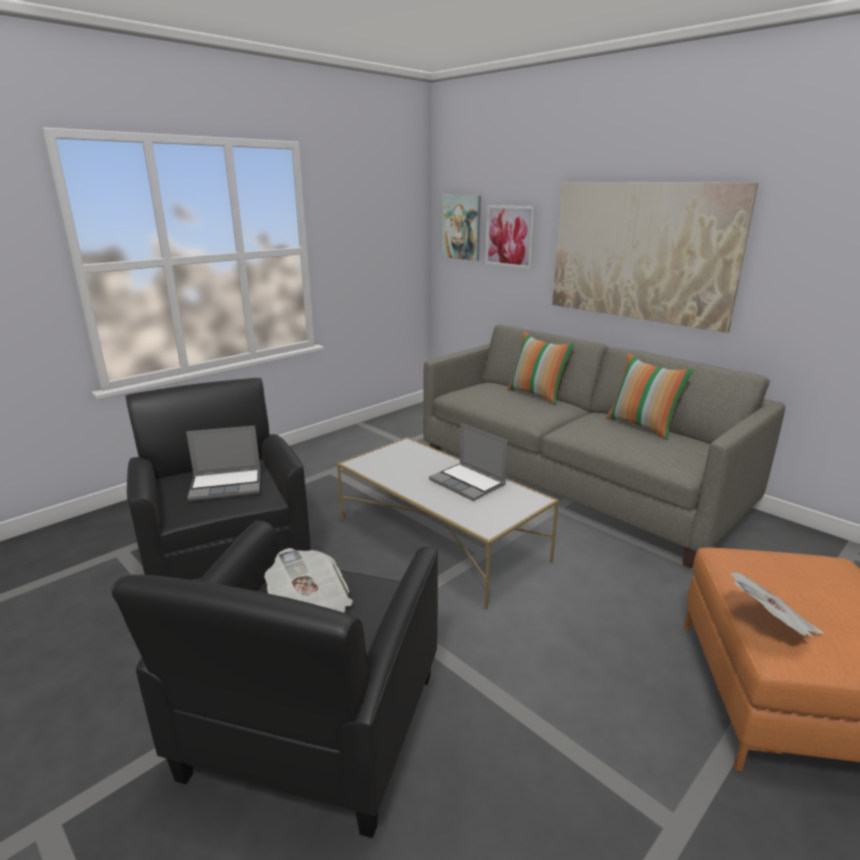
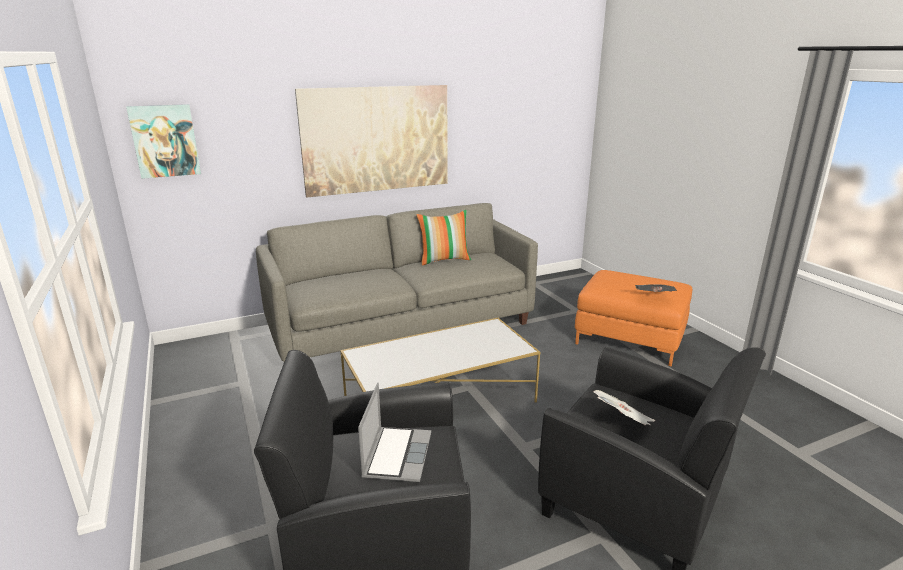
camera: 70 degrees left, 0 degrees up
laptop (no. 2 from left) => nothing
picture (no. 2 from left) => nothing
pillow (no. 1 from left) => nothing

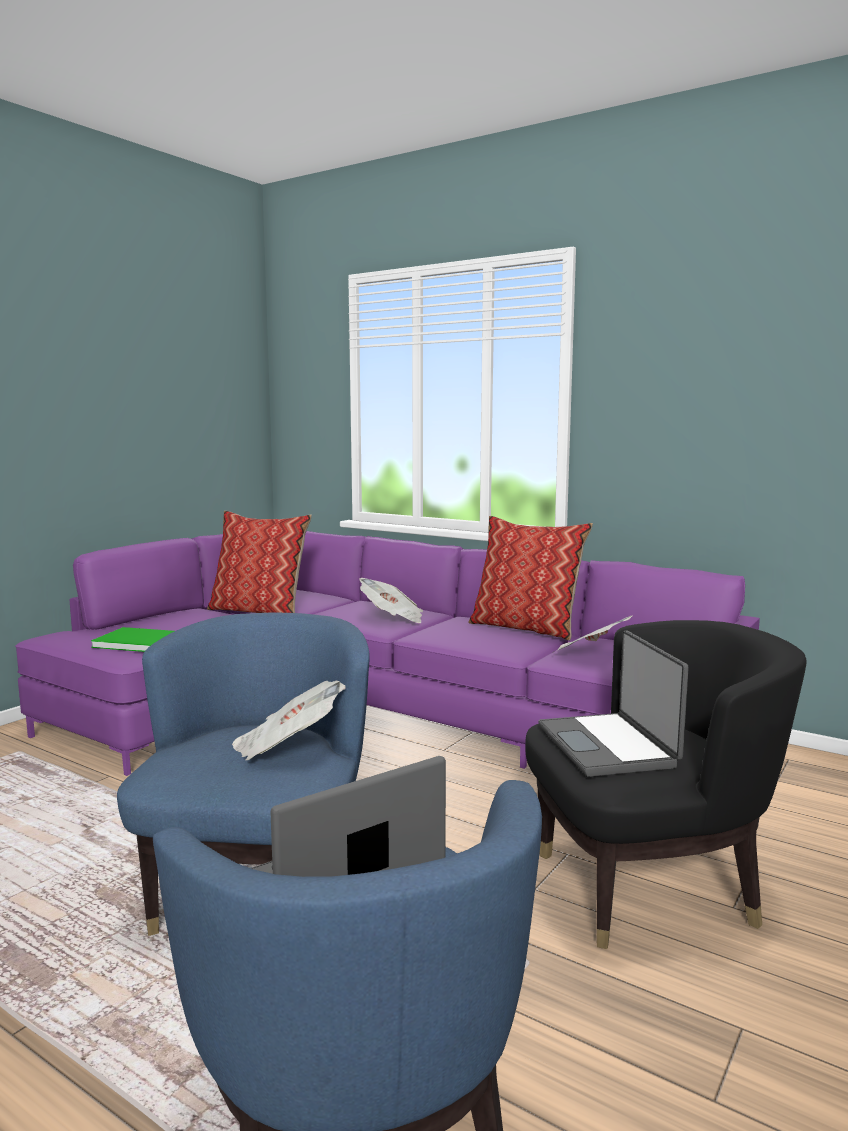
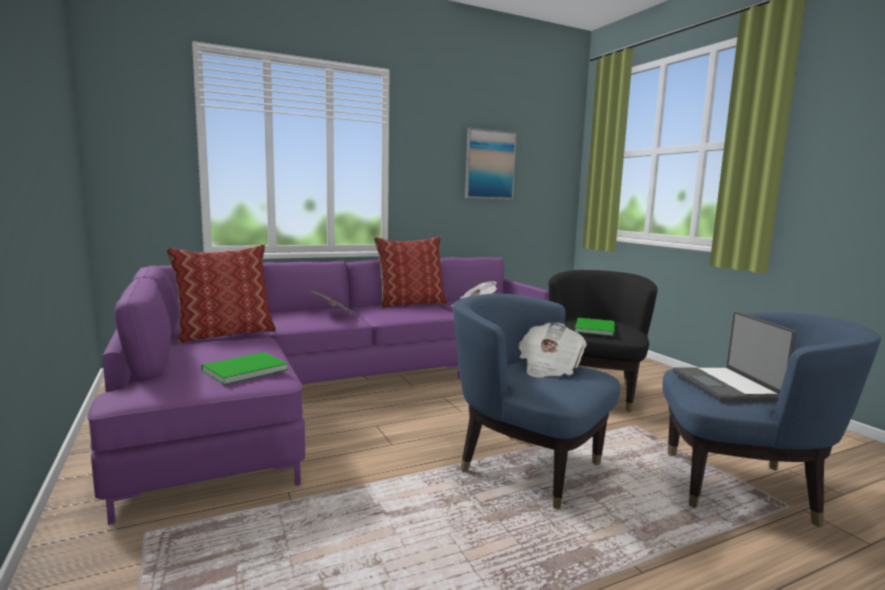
camera: 60 degrees left, 0 degrees up
laptop (no. 2 from left) => book (green) (no. 2 from left)
nothing => picture

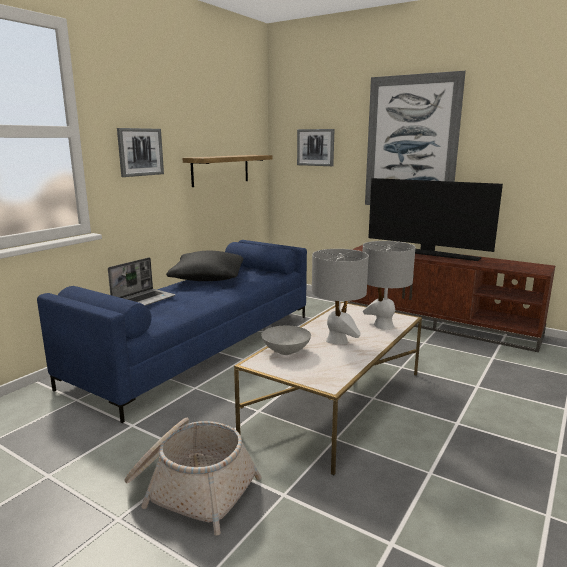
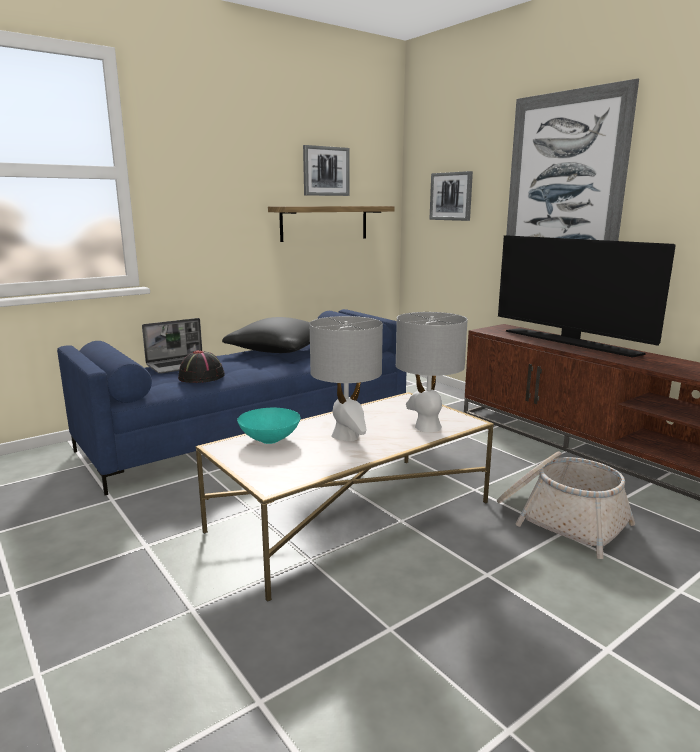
camera: 20 degrees right, 0 degrees up
picture (no. 1 from left), shifted
basket, shifted
bowl (grey) => bowl (turquoise)
nothing => hat (black)

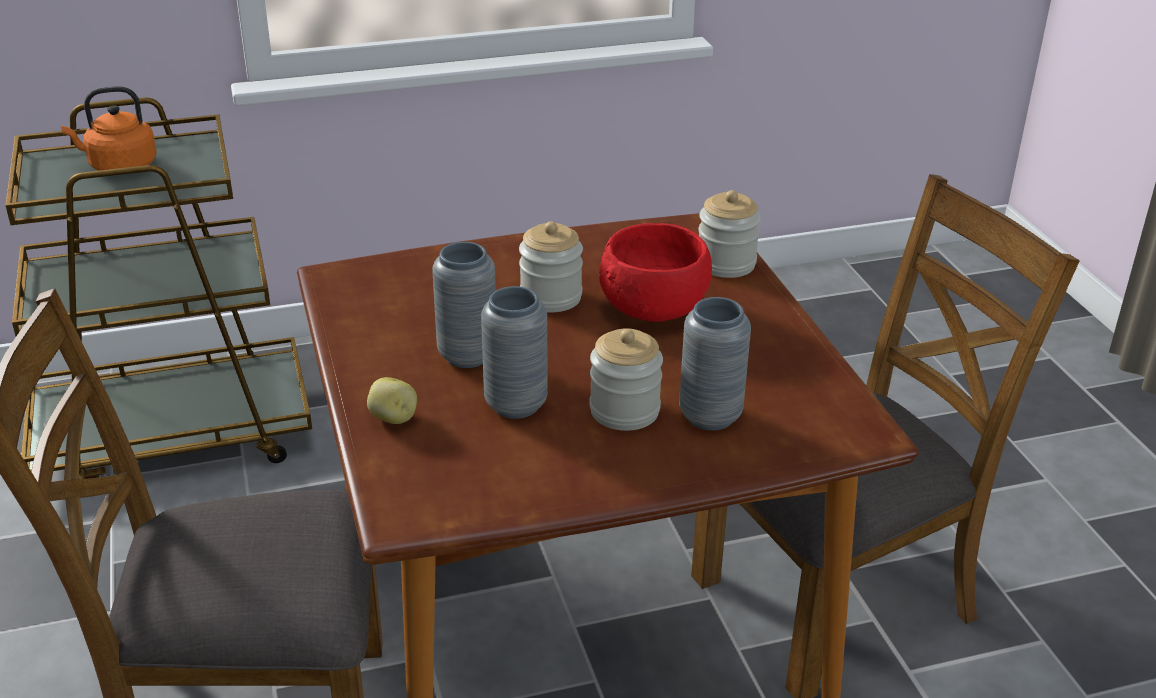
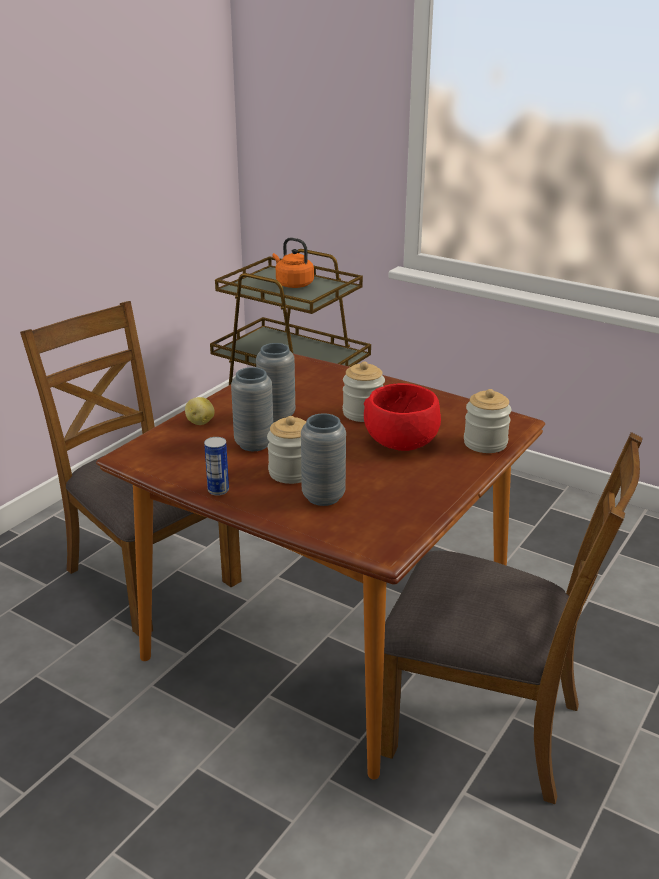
camera: 50 degrees right, 5 degrees down
nothing => can

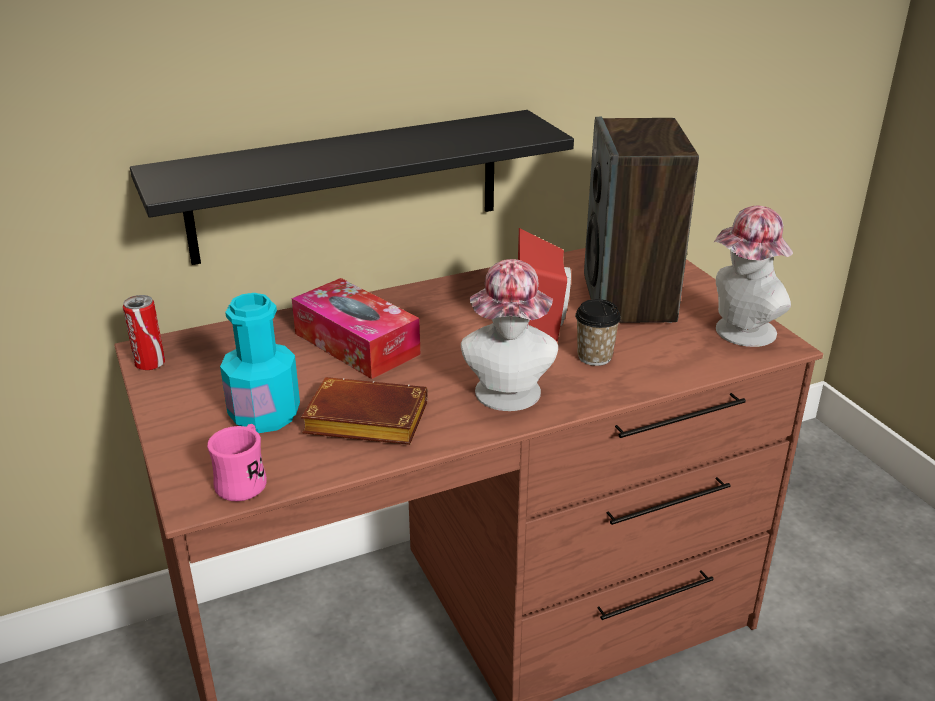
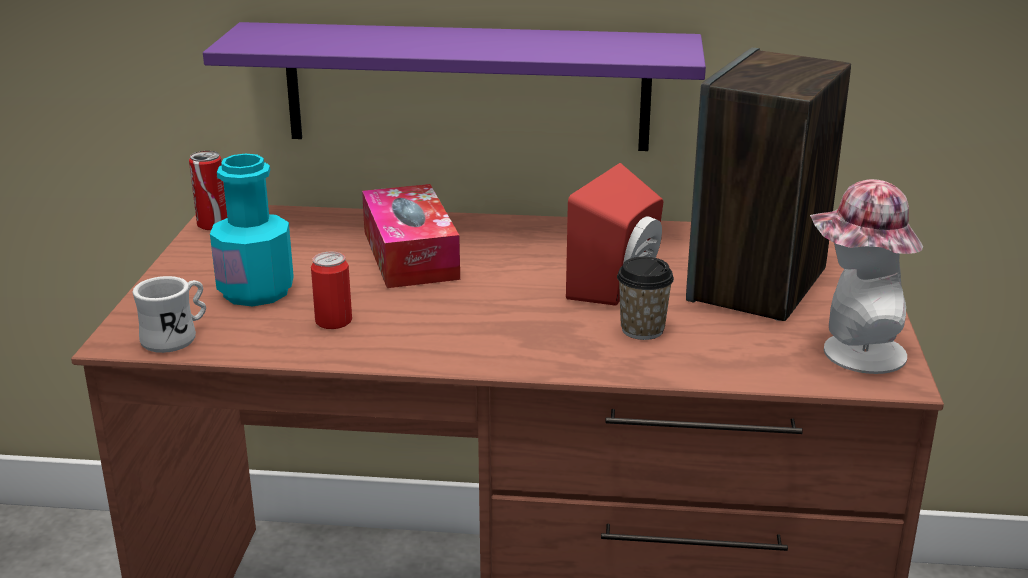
camera: 30 degrees right, 5 degrees down
shelf (black) => shelf (purple)
mug (pink) => mug (white)
book (brown) => can (no. 2 from left)
hat (no. 1 from left) => nothing

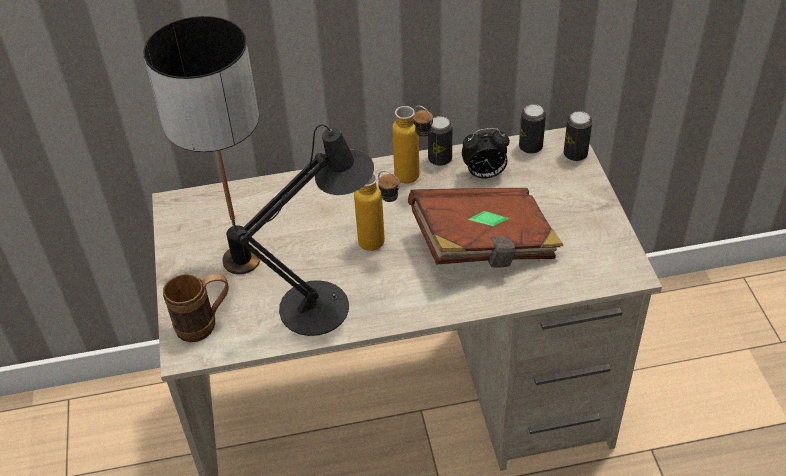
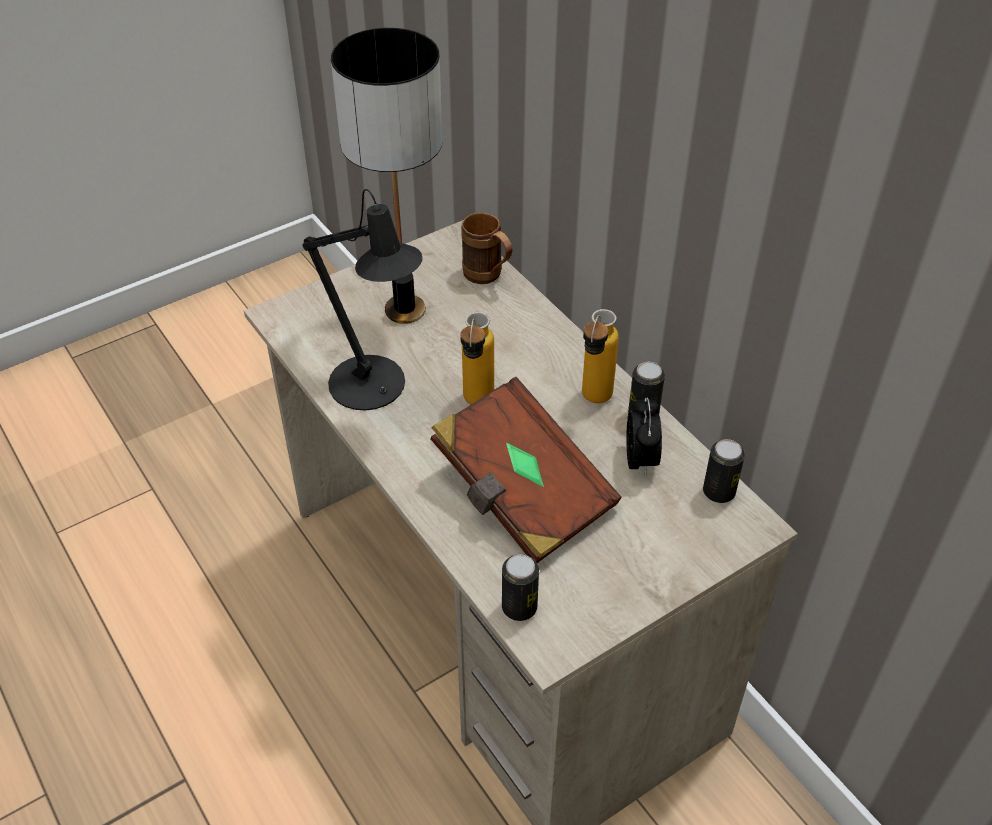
camera: 65 degrees right, 0 degrees up
mug (brown), shifted
alarm clock, 150 degrees counterclockwise
can (no. 3 from left in the first image) => can (no. 1 from left), shifted

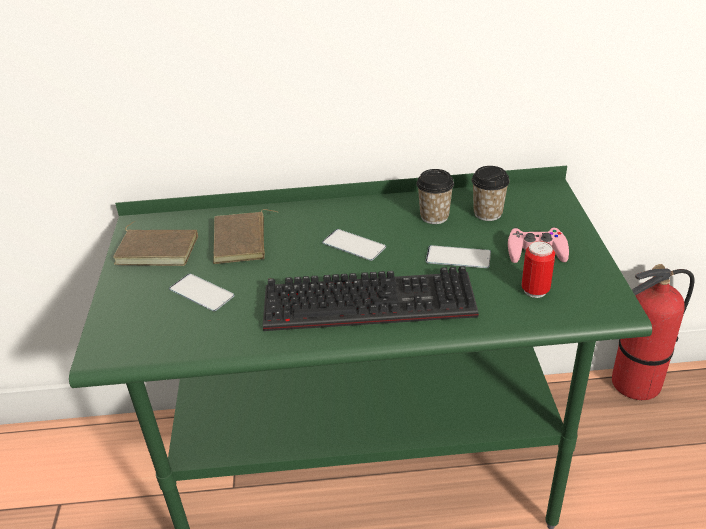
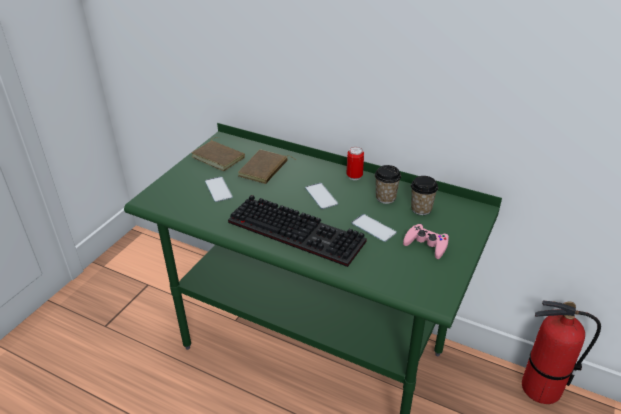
camera: 30 degrees right, 0 degrees up
can, shifted

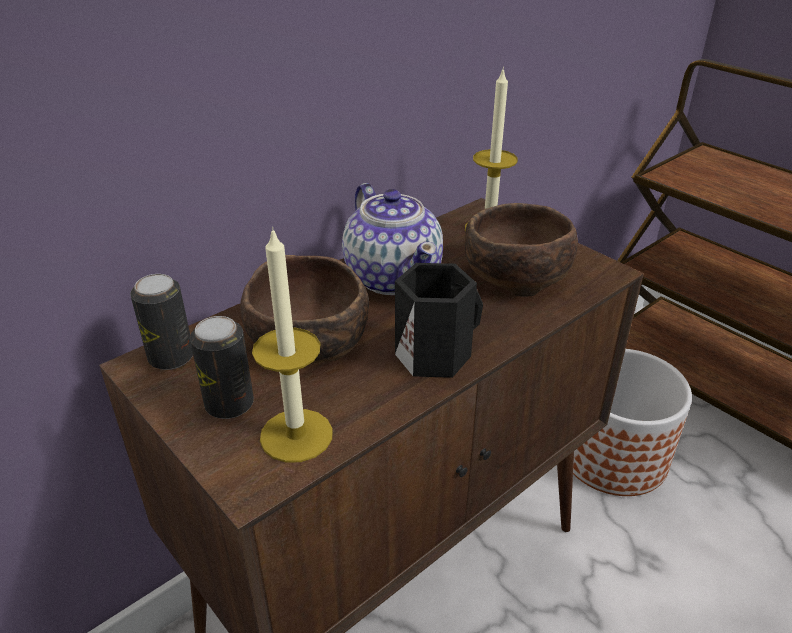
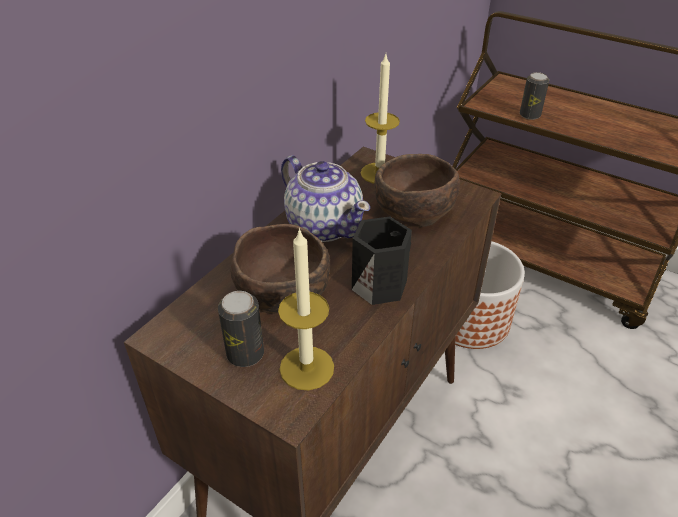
camera: 15 degrees left, 5 degrees up
can (no. 1 from left in the first image) => can (no. 2 from left), shifted

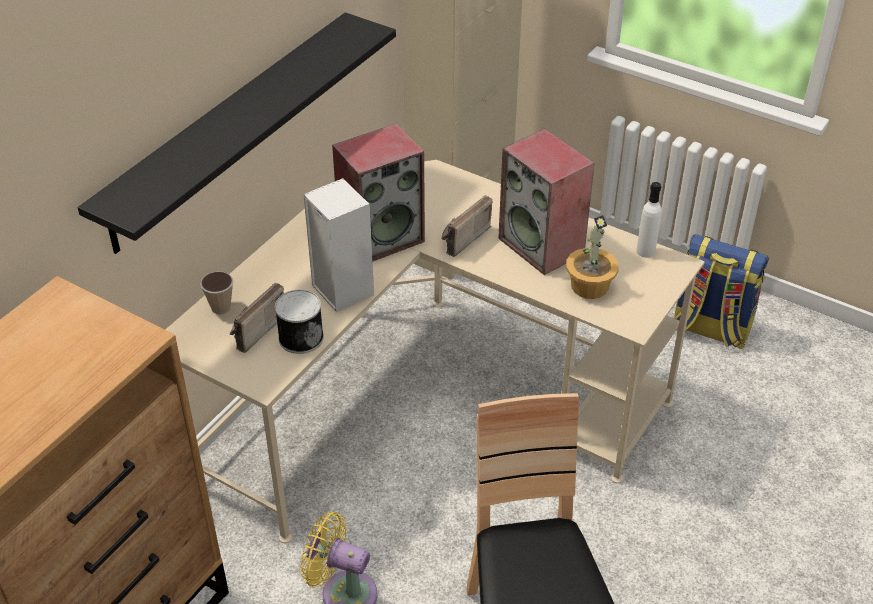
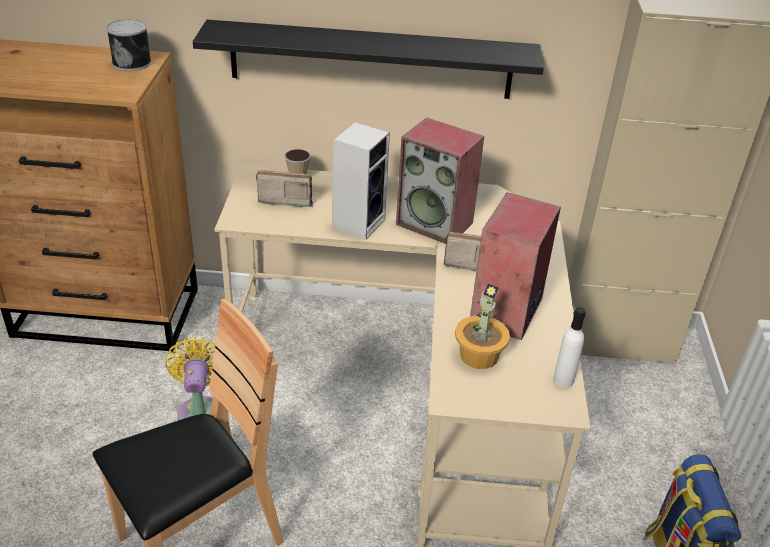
camera: 60 degrees right, 5 degrees down
can, shifted

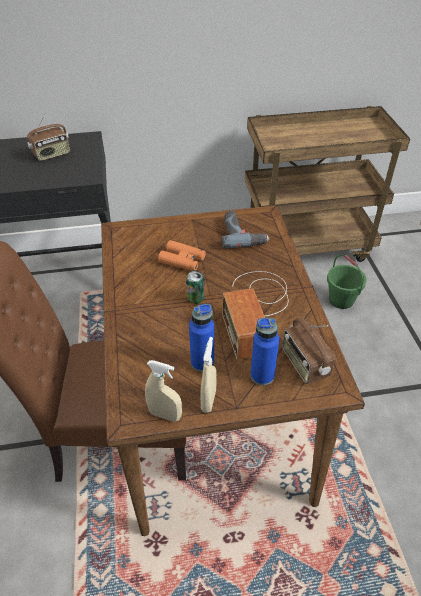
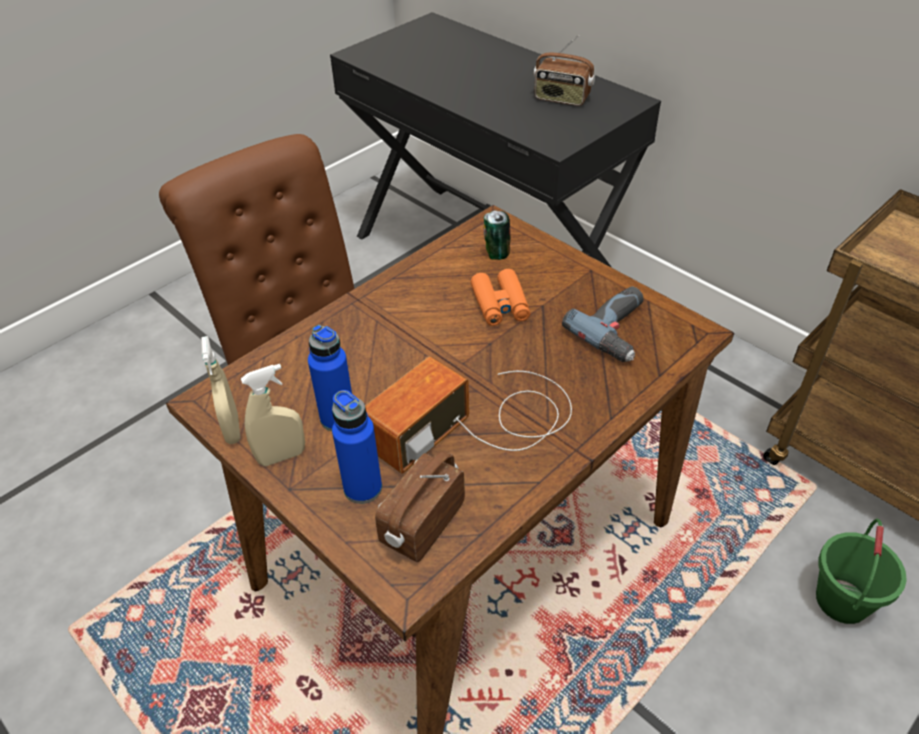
camera: 55 degrees right, 0 degrees up
can, shifted

